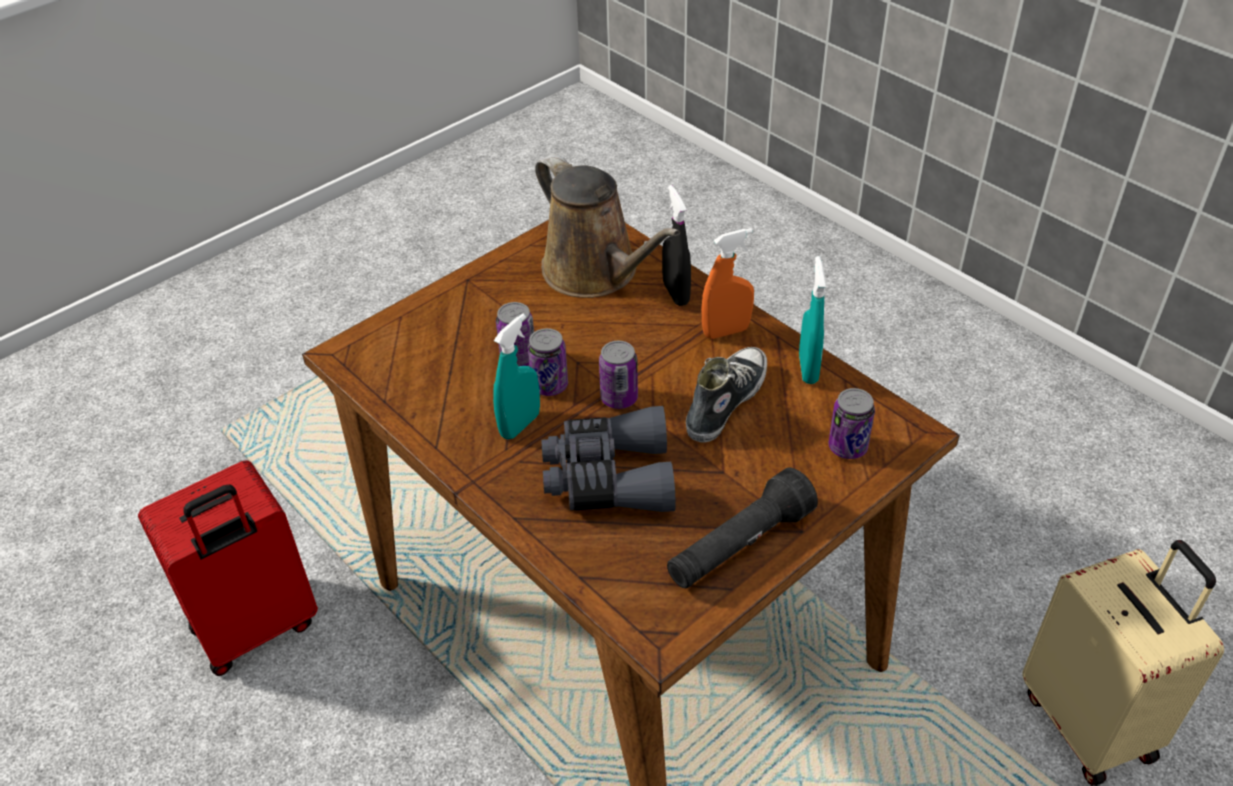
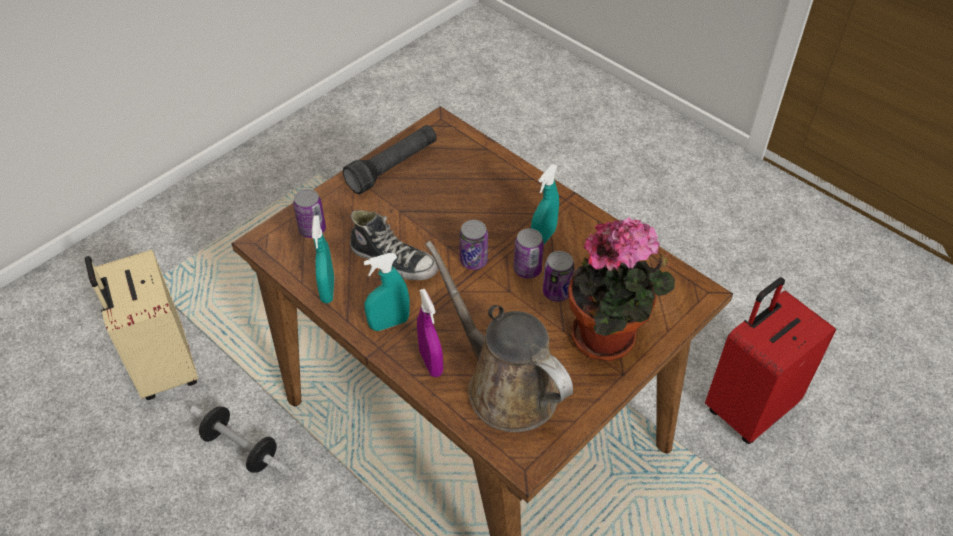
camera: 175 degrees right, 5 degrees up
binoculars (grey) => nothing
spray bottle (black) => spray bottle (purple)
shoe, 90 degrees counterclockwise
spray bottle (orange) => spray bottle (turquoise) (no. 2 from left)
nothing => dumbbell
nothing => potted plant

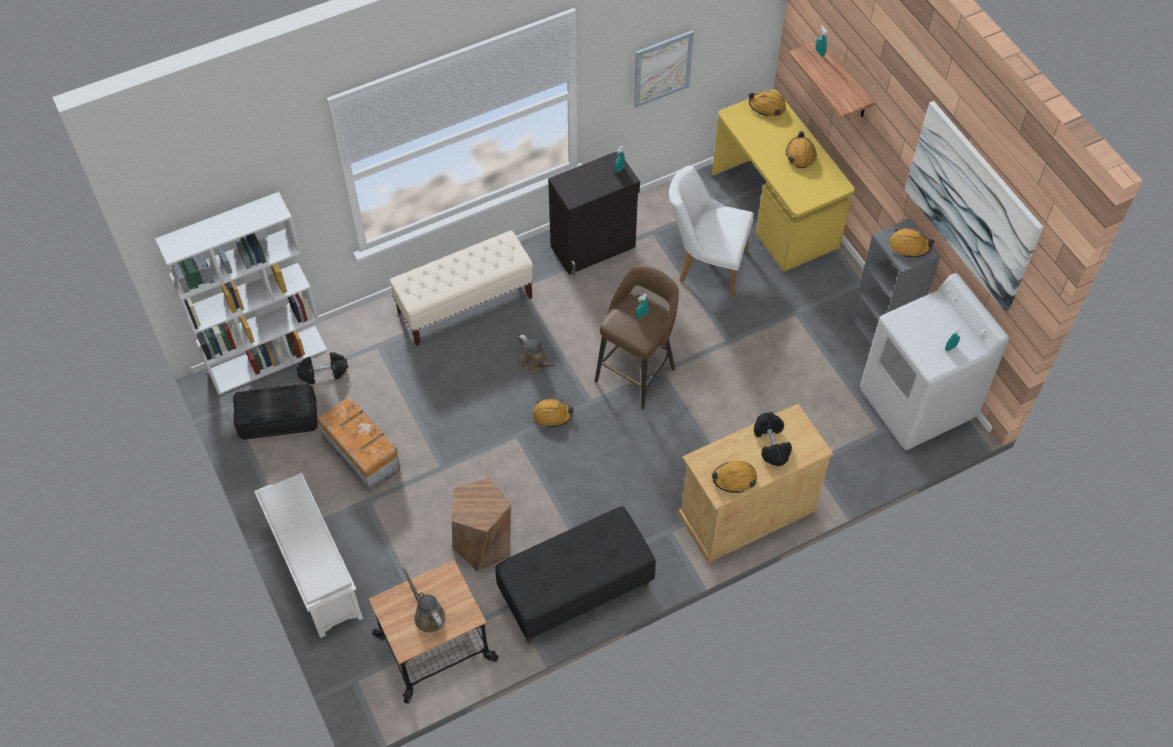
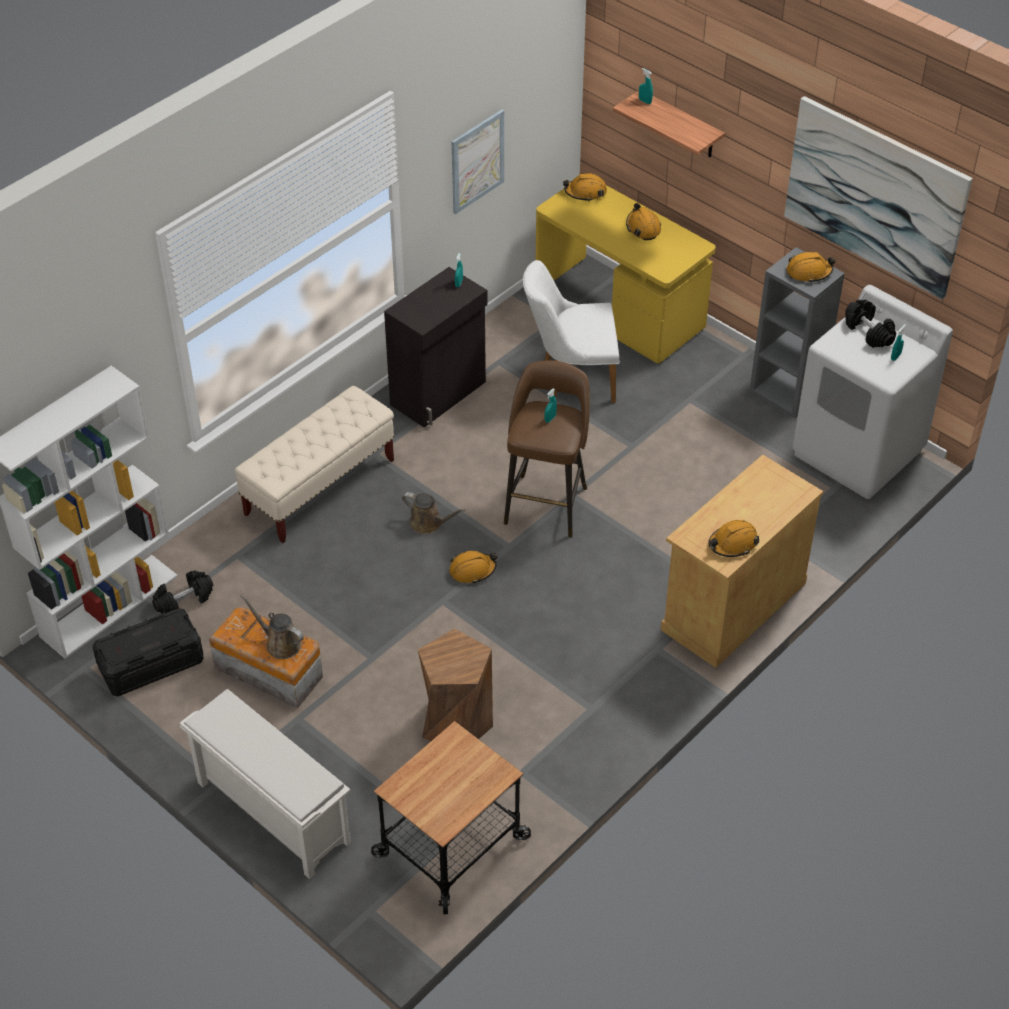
camera: 20 degrees left, 10 degrees down
watering can (brown) (no. 1 from left), shifted
bench (black) => nothing
dumbbell (black) (no. 2 from left), shifted

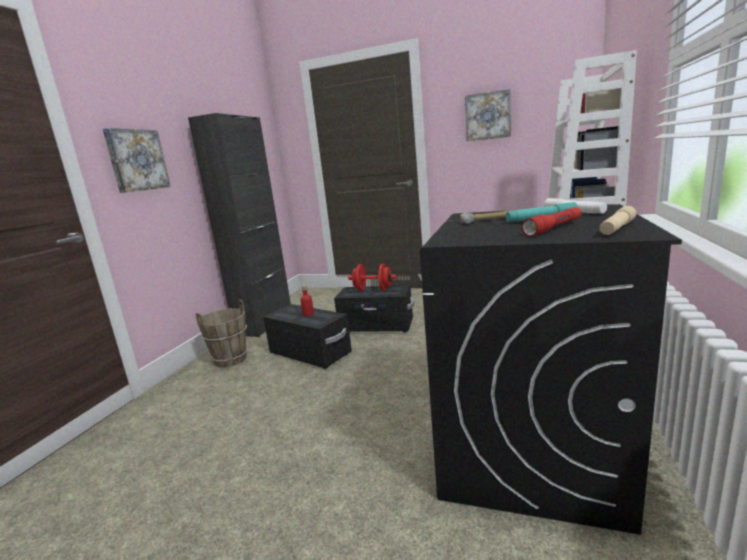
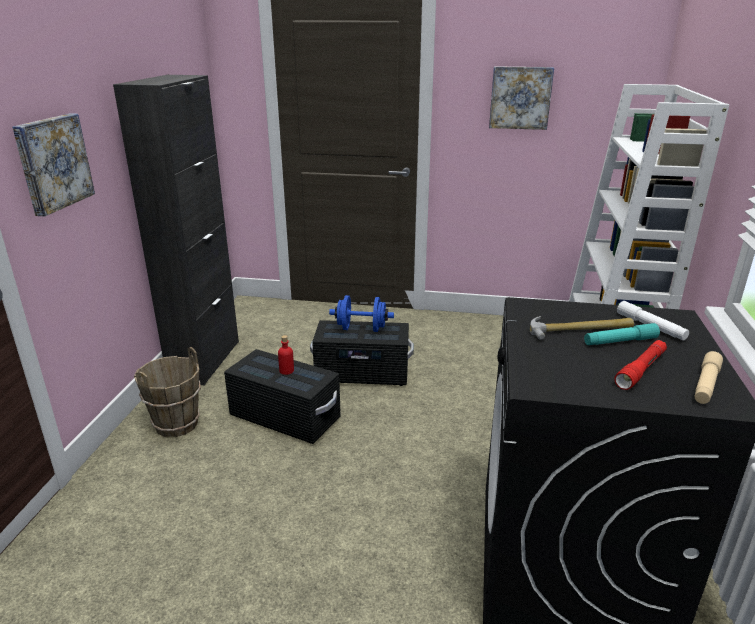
camera: 10 degrees left, 10 degrees up
dumbbell (red) => dumbbell (blue)

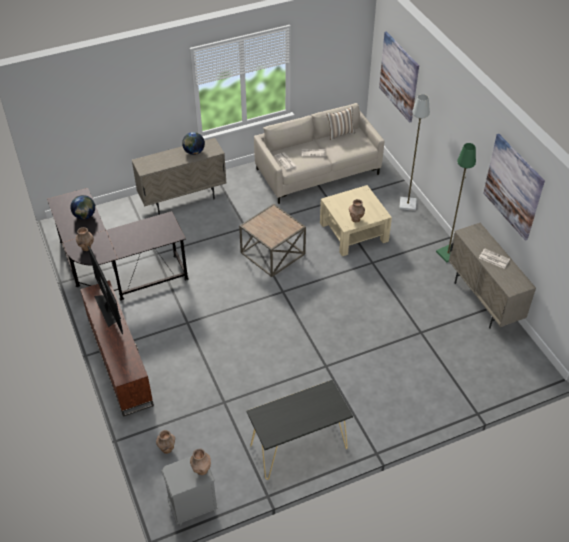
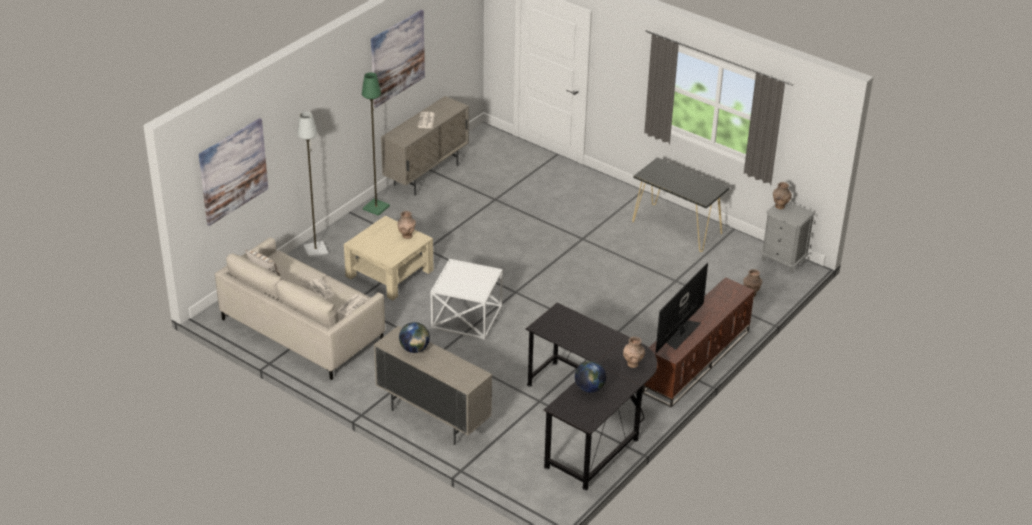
camera: 120 degrees left, 10 degrees down
side table (brown) => side table (white)

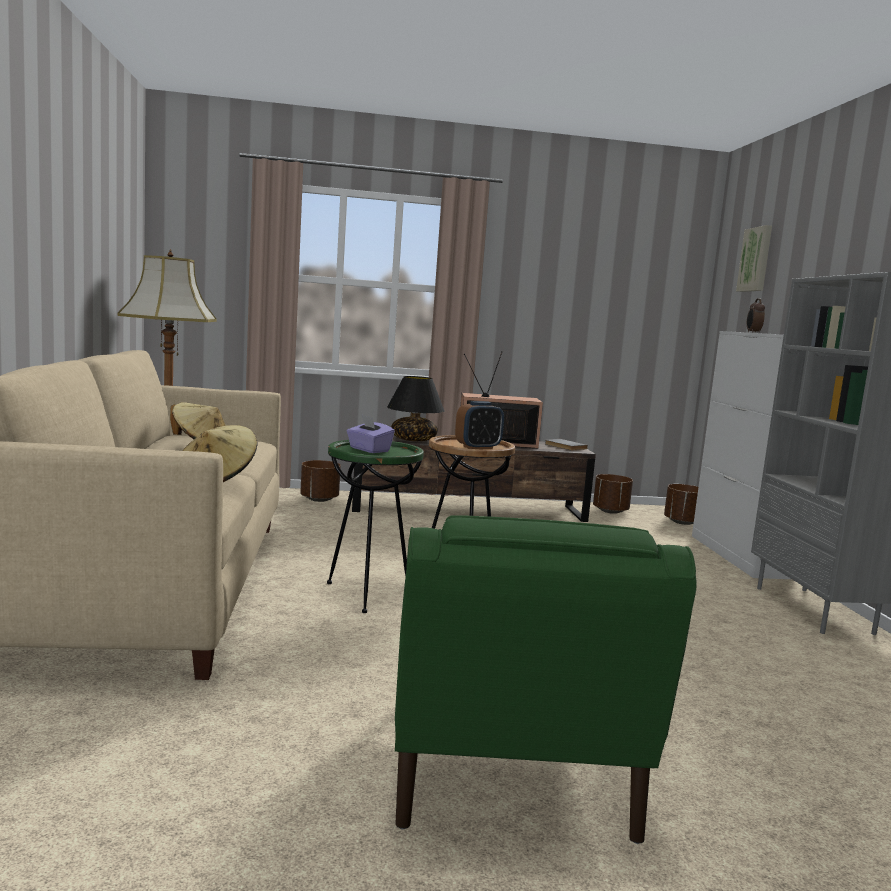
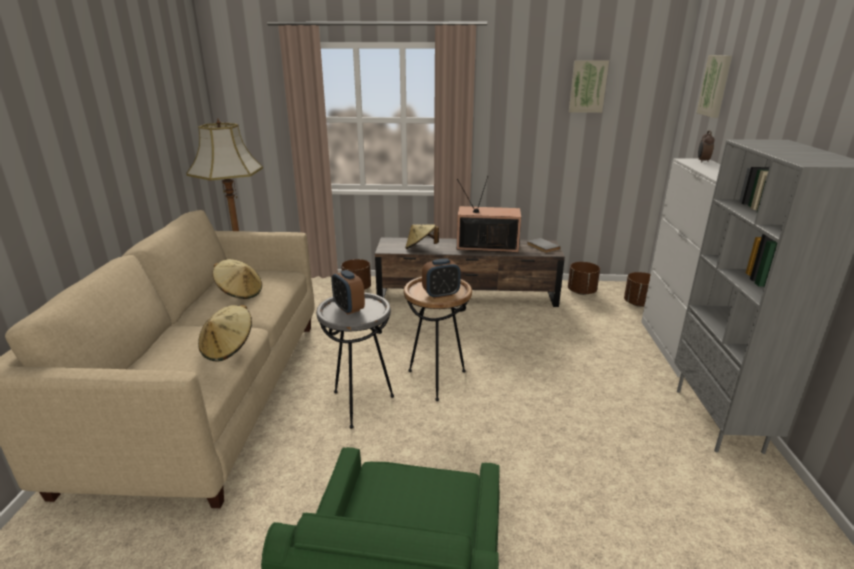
camera: 10 degrees right, 15 degrees up
side table (green) => side table (grey)
tissue box (purple) => alarm clock (no. 1 from left)
table lamp (black) => hat (beige) (no. 3 from left)
nothing => picture (no. 1 from left)

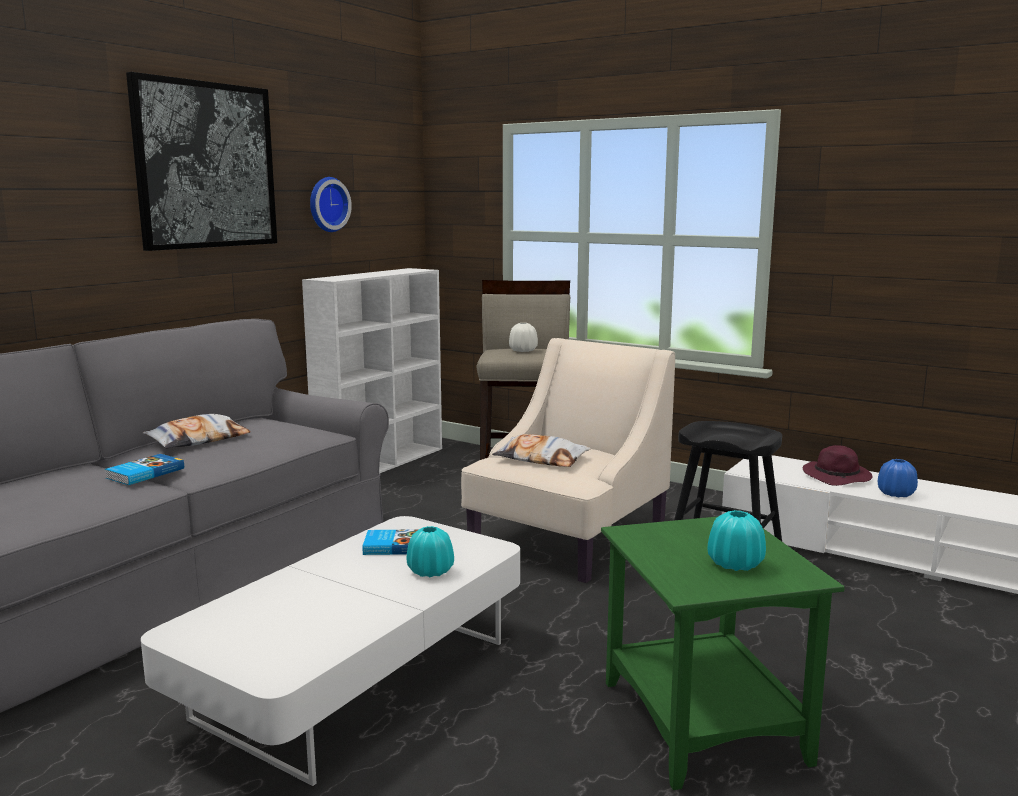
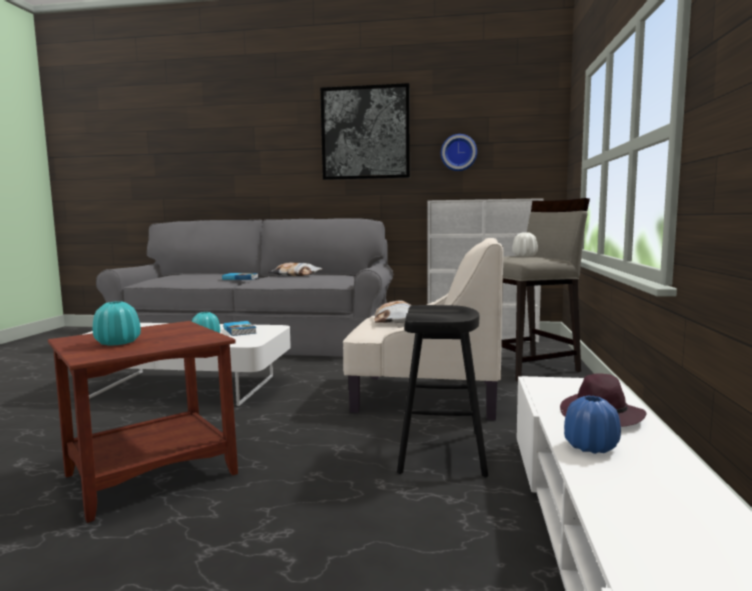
camera: 65 degrees right, 5 degrees down
side table (green) => side table (brown)

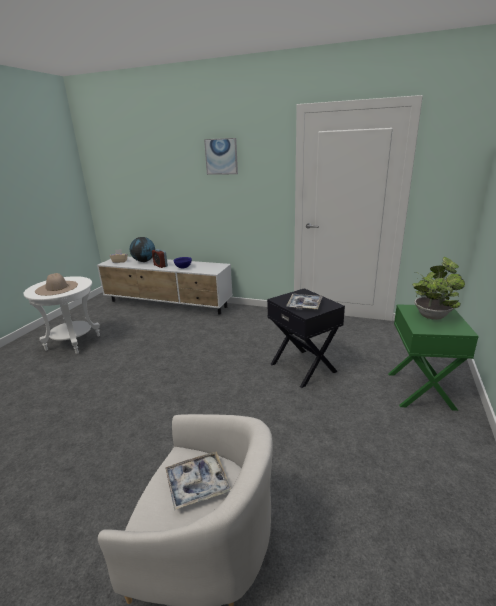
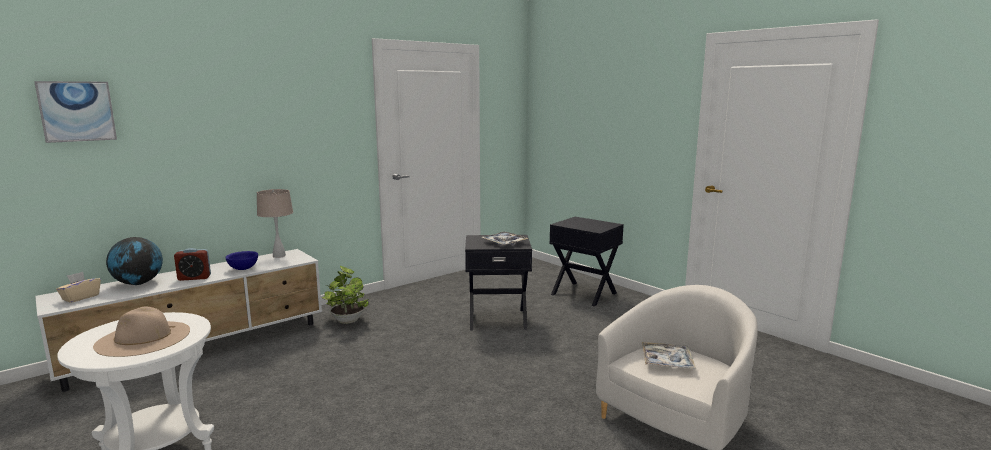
camera: 60 degrees left, 10 degrees down
picture, shifted
side table (green) => side table (black) (no. 2 from left)
potted plant, shifted
nothing => table lamp (beige)

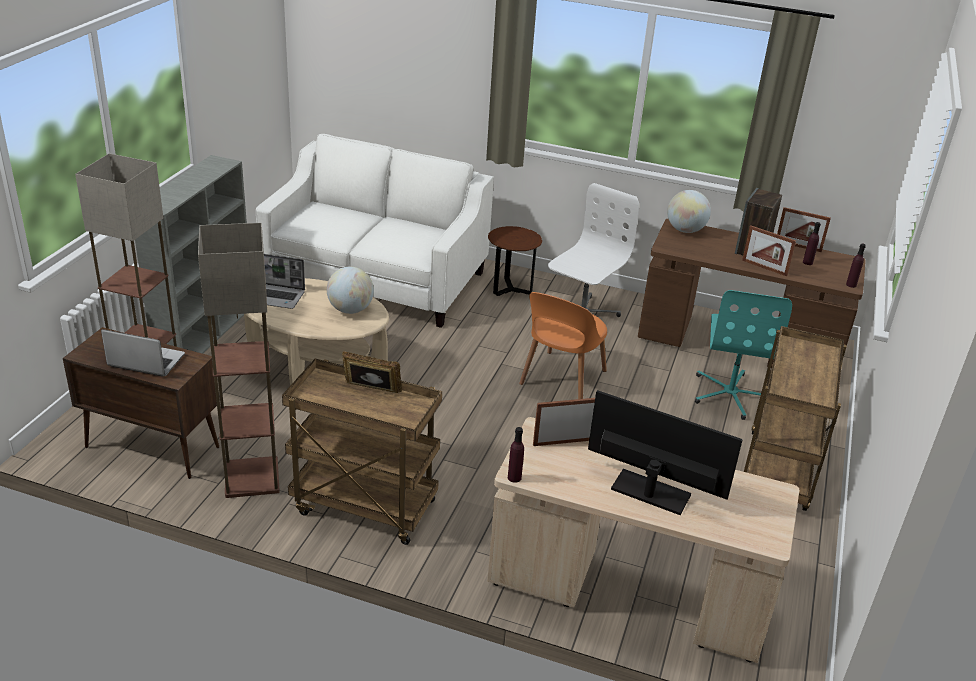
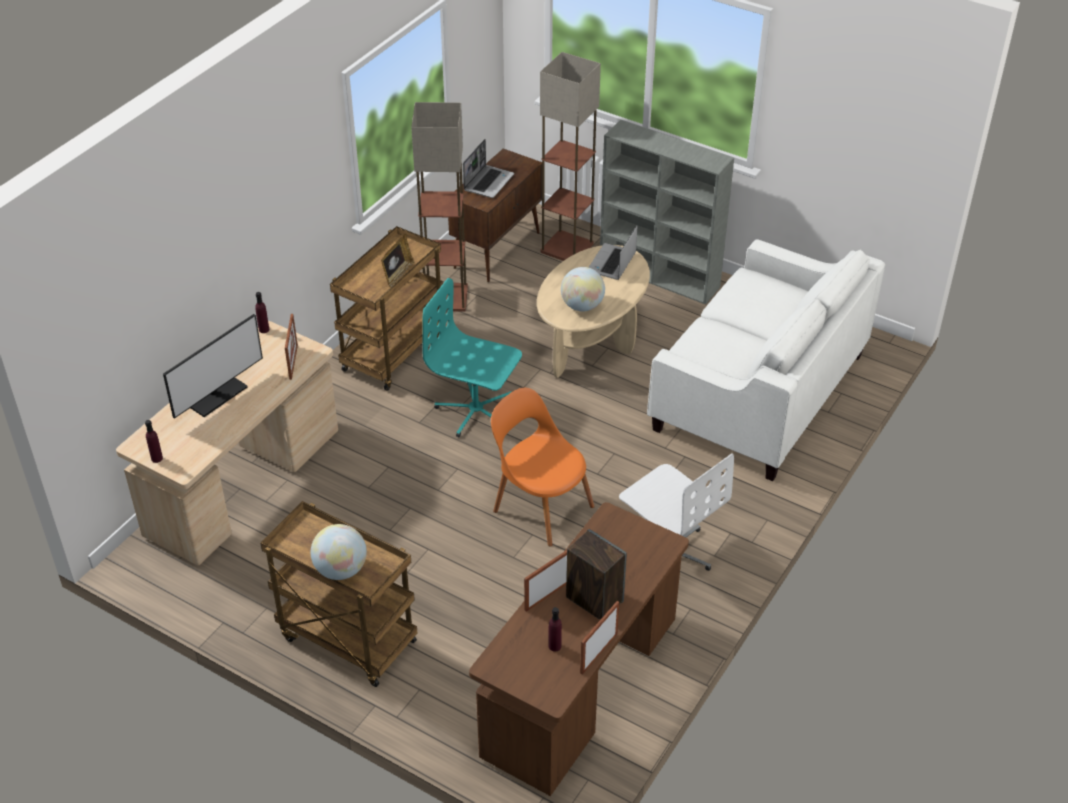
camera: 105 degrees right, 10 degrees up
side table (brown) => nothing
globe (no. 2 from left in the first image) => globe (no. 1 from left), shifted
office chair (turquoise), shifted
bottle (purple) (no. 3 from left in the first image) => bottle (purple) (no. 1 from left), shifted

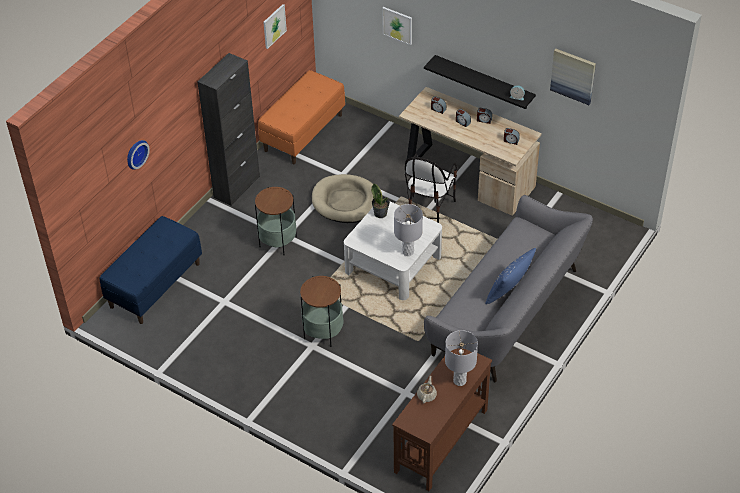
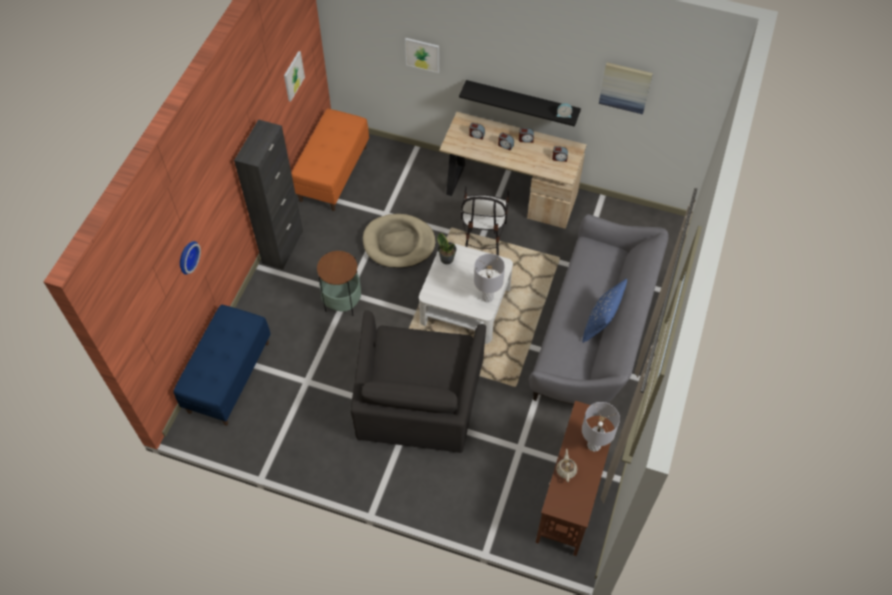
camera: 15 degrees left, 10 degrees up
side table (no. 2 from left) => armchair (black)

